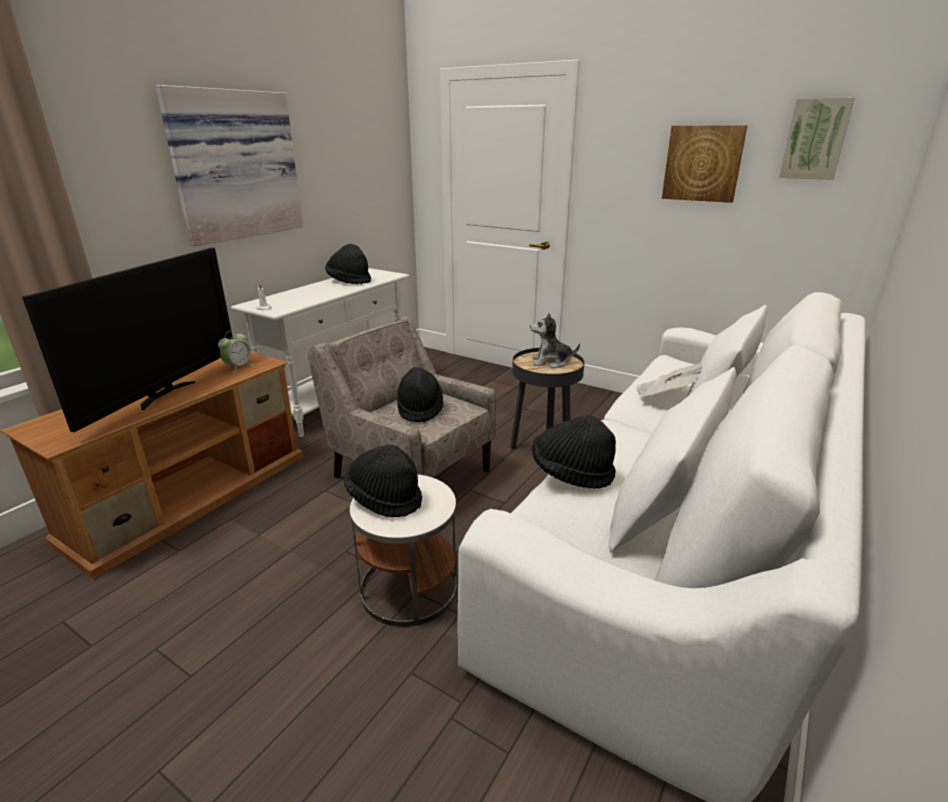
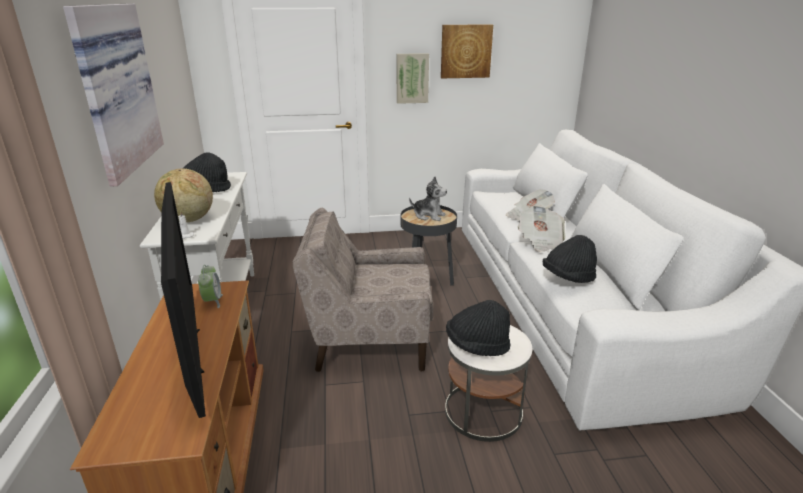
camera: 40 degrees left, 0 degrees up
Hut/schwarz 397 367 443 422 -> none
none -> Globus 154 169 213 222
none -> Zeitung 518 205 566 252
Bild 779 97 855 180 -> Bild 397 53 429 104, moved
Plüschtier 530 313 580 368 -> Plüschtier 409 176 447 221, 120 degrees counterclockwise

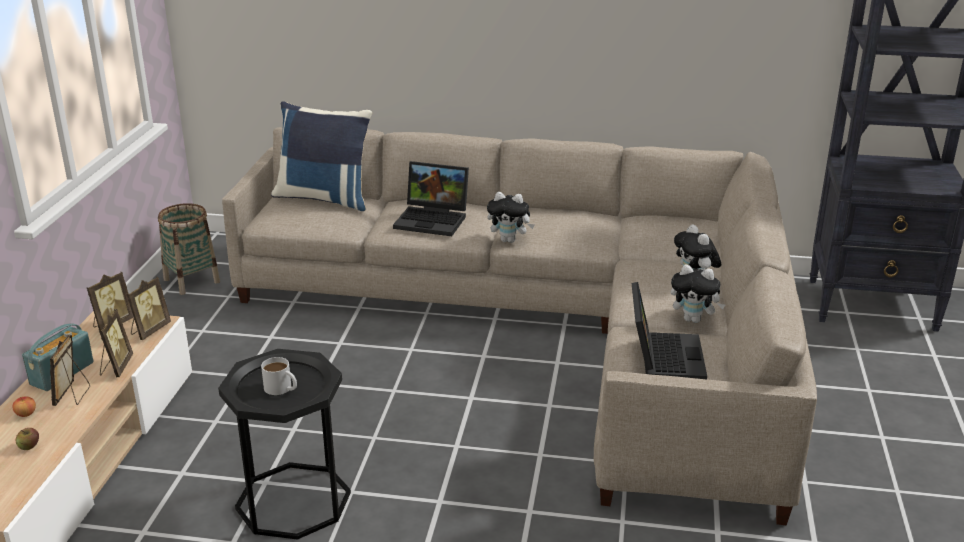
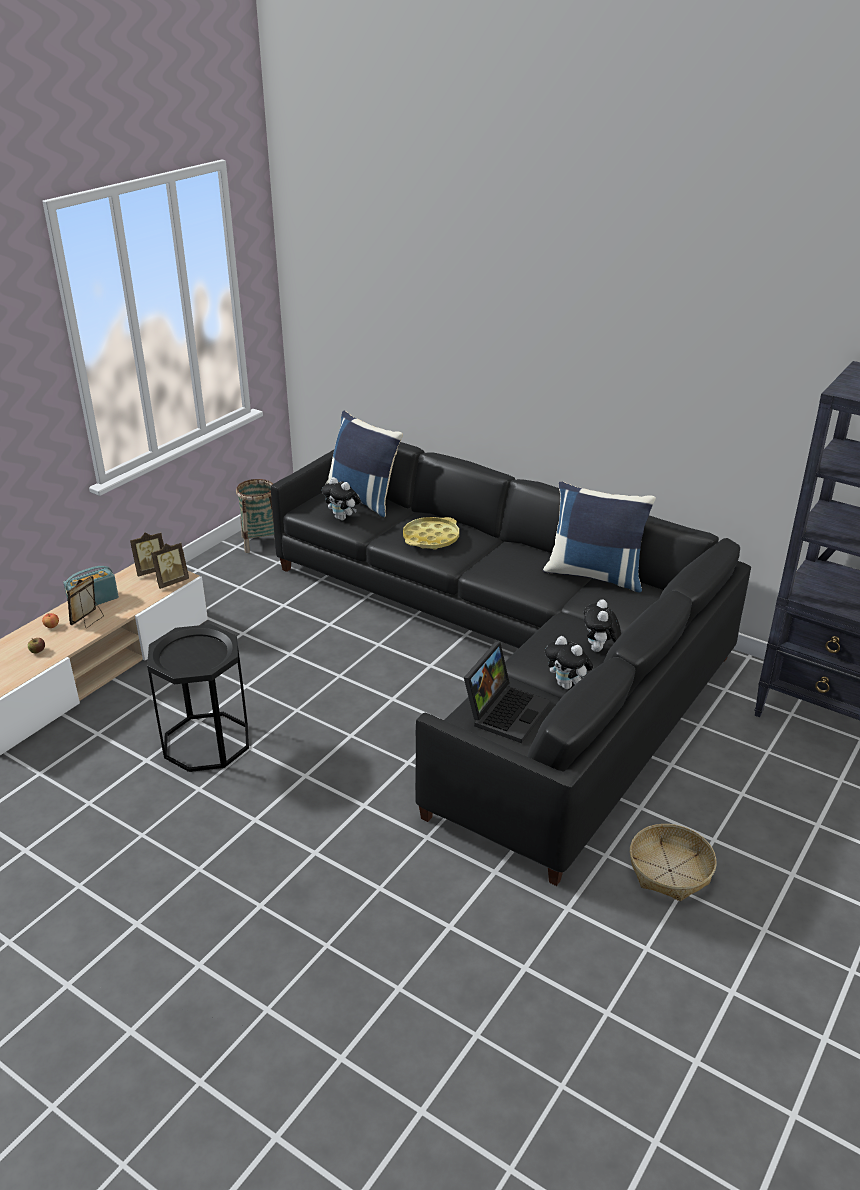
camera: 25 degrees right, 5 degrees up
Bilderrahmen 100 309 133 377 -> none
Henkelbecher/weiß 261 357 297 395 -> none
none -> Kissen/blau 543 481 656 592
none -> Korb 630 824 717 901
Plüschtier 487 192 535 243 -> Plüschtier 322 477 361 521, moved
Laptop 393 161 469 236 -> Tablett/gelb 403 517 459 550
Sofa/beige 222 127 817 525 -> Sofa/schwarz 271 442 751 886

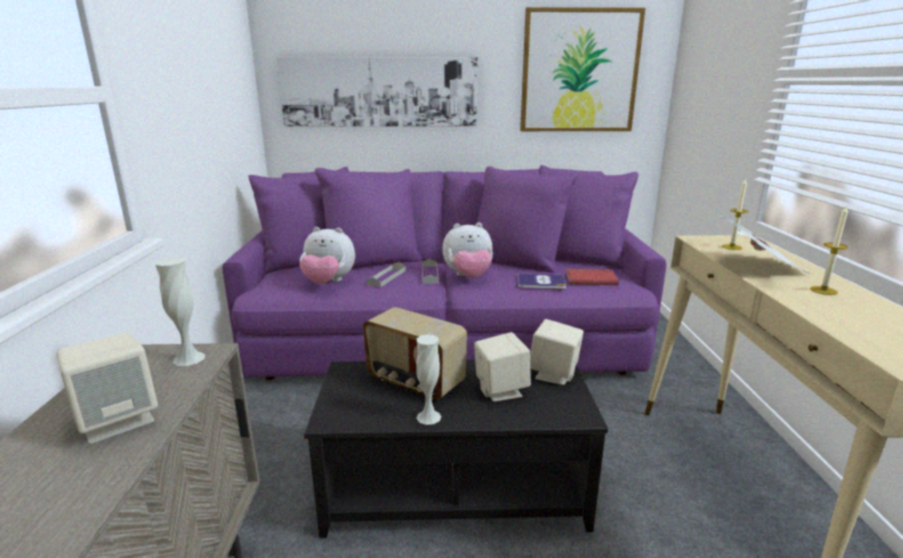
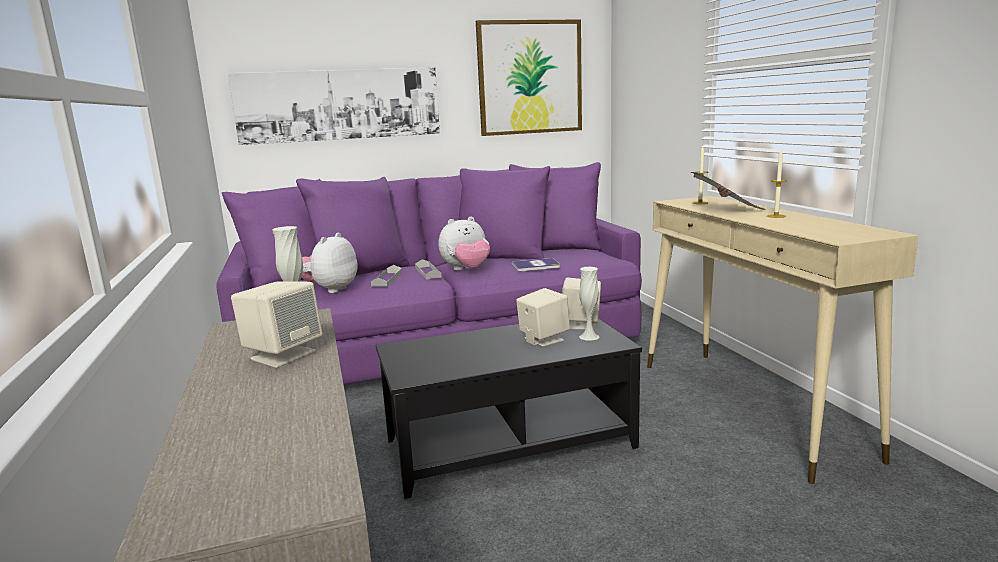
camera: 15 degrees left, 5 degrees down
Radio 363 307 467 400 -> none
Buch/rot 566 269 619 285 -> none
Vase/weiß 416 335 441 425 -> Vase/weiß 579 267 600 341, moved
Plüschtier 299 227 355 284 -> Plüschtier 302 233 358 293, 120 degrees clockwise

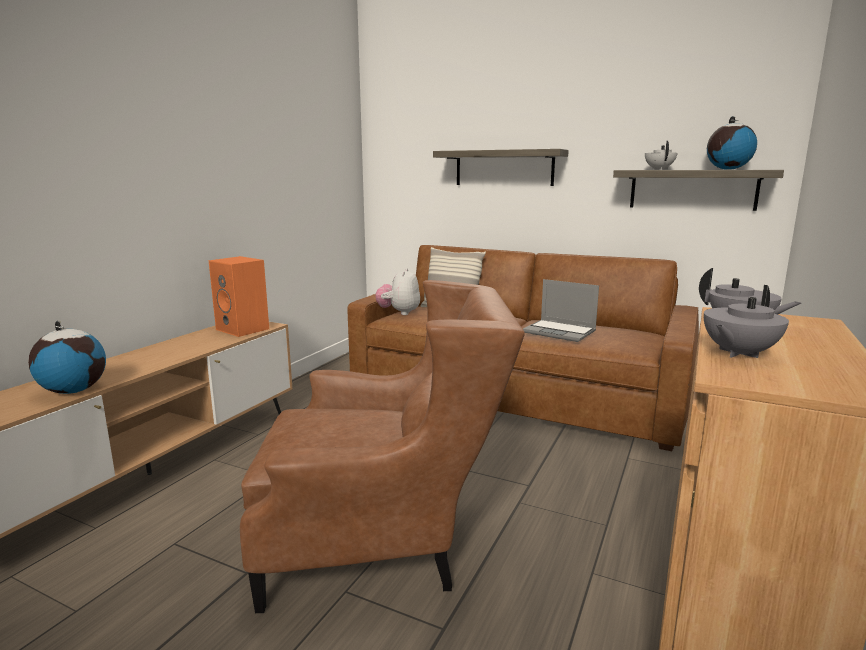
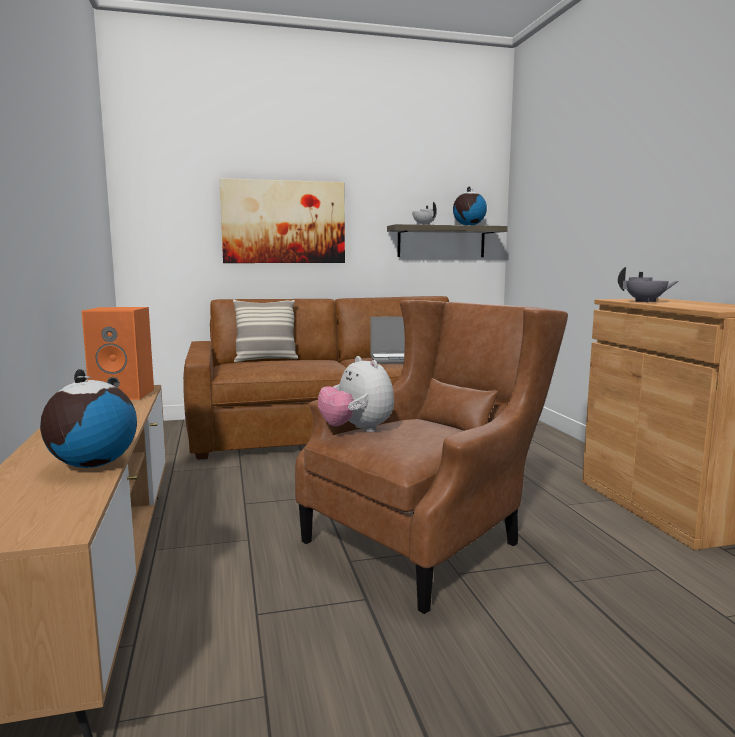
camera: 40 degrees left, 5 degrees down
Teekanne/grau 704 285 789 358 -> none
Plüschtier 376 268 420 315 -> Plüschtier 318 356 394 432, moved
Wandregal 433 149 569 186 -> Bild 219 178 345 263

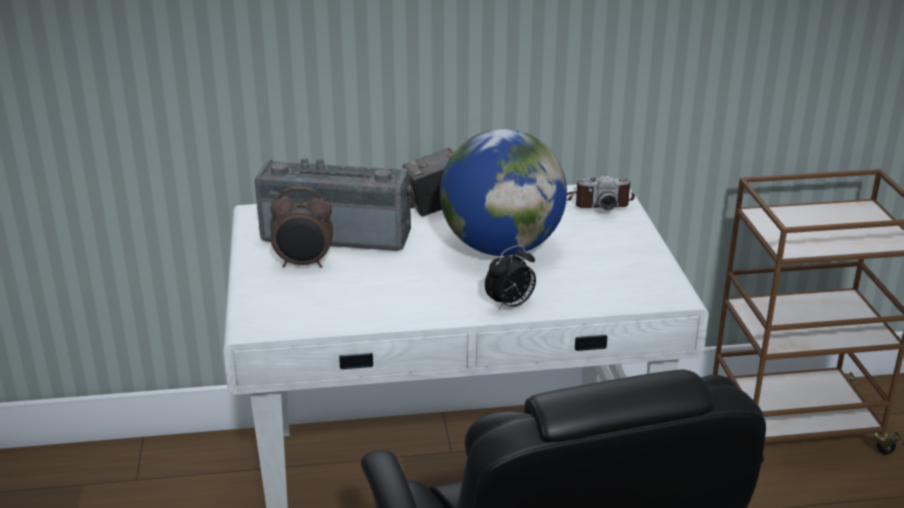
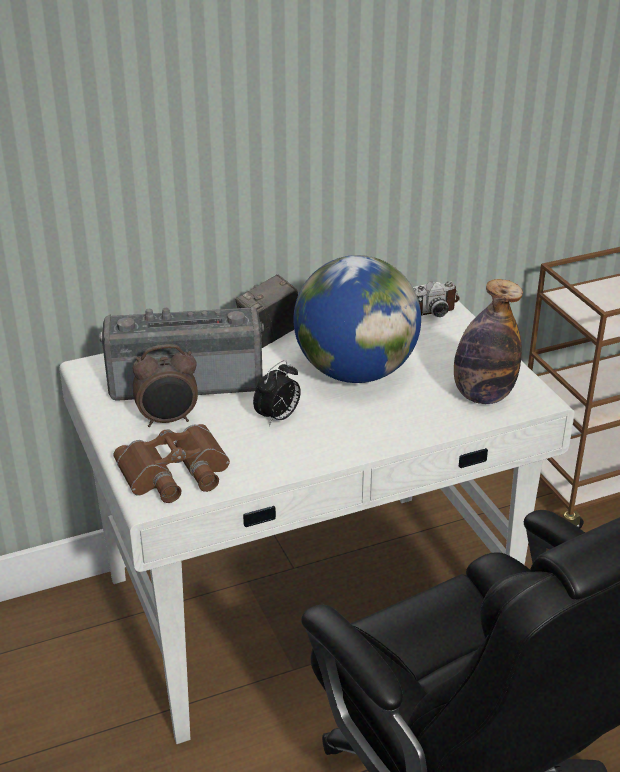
camera: 15 degrees left, 5 degrees up
none -> Fernglas/braun 114 424 230 503
none -> Flasche 454 279 523 404
Wecker 485 245 536 311 -> Wecker 253 360 301 426, moved

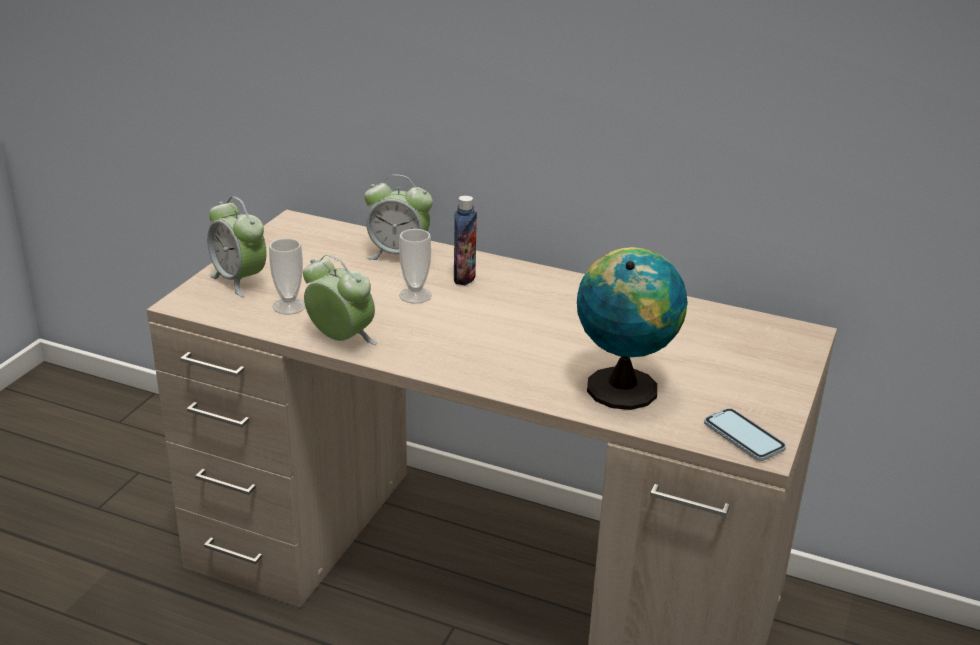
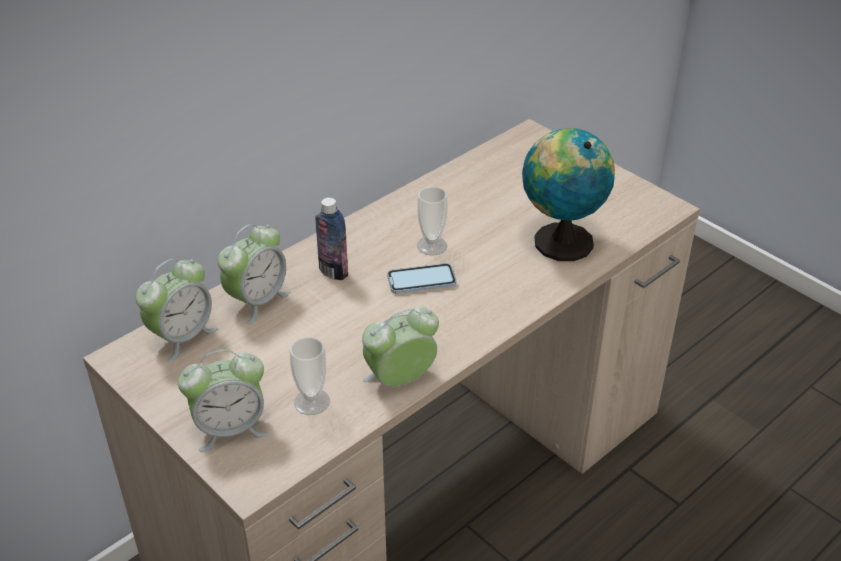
camera: 65 degrees left, 10 degrees up
none -> Wecker 136 259 217 362
Tasse 399 229 432 304 -> Tasse 417 186 448 256, moved
Handy 704 408 786 461 -> Handy 387 263 456 294, moved

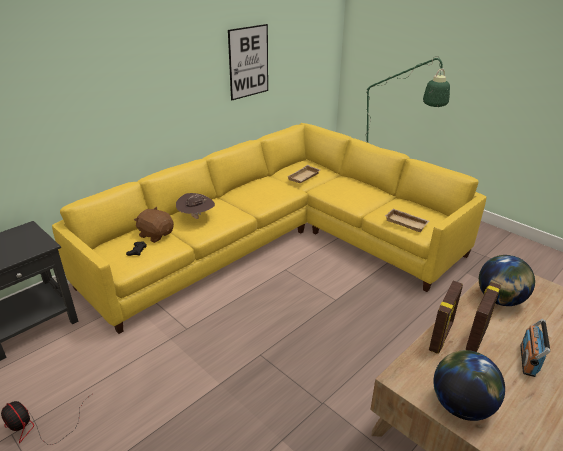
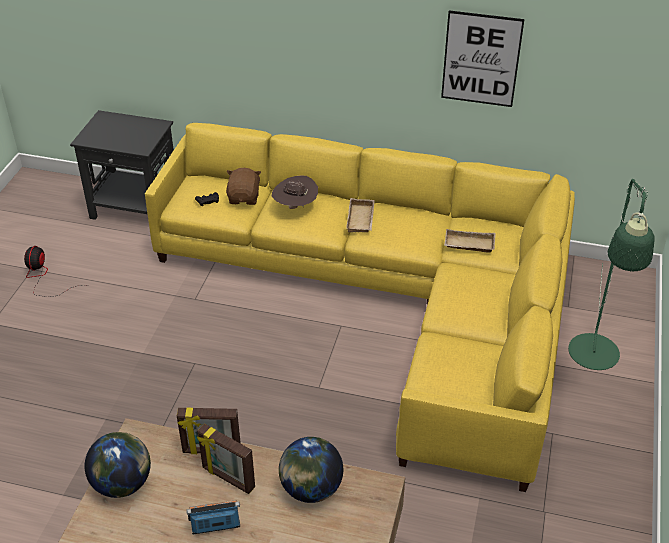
camera: 60 degrees right, 10 degrees up
Tablett/beige 385 209 429 232 -> Tablett/beige 346 198 375 232, moved
Bilderrahmen 466 282 501 352 -> Bilderrahmen 197 424 255 494, 150 degrees counterclockwise

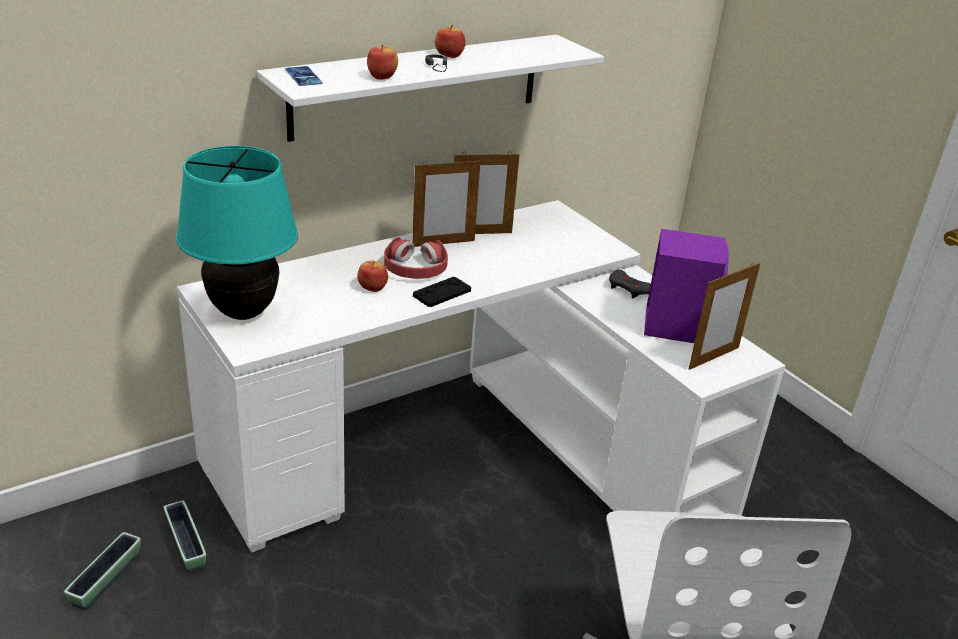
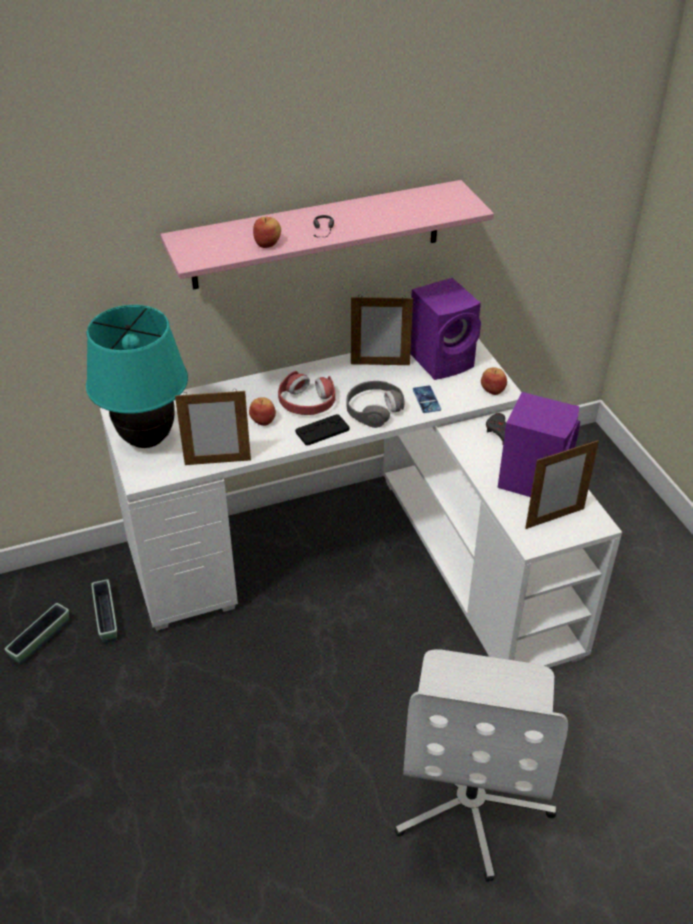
camera: 15 degrees right, 10 degrees up
none -> Kopfhörer/grau 347 381 405 428
none -> Lautsprecher/lila 410 278 481 380
Handy 285 66 322 86 -> Handy 413 385 441 413, moved
Bilderrahmen 412 158 480 247 -> Bilderrahmen 175 390 251 465, moved
Apfel 435 25 466 58 -> Apfel 481 368 507 395, moved
Wandregal/weiß 257 35 604 142 -> Wandregal/rosa 160 180 494 290

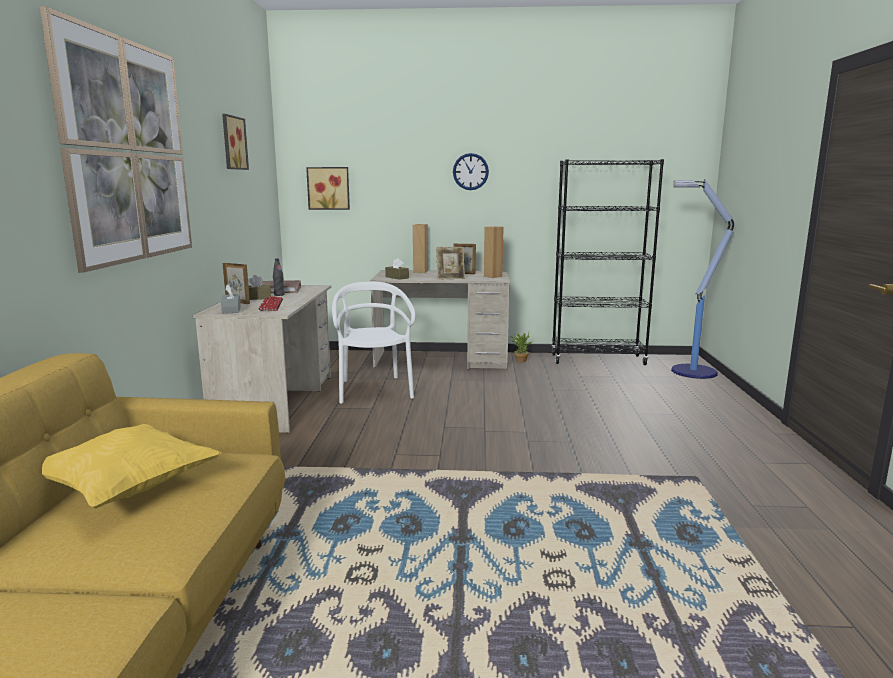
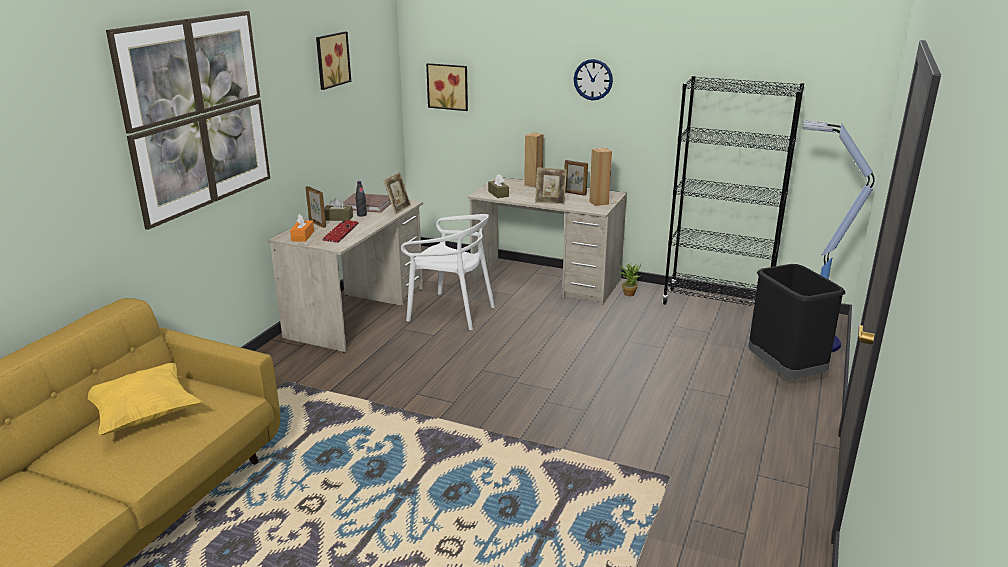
camera: 20 degrees right, 10 degrees up
none -> Bilderrahmen 384 172 411 215
none -> Mülleimer/schwarz 748 264 846 378
Taschentuchbox/grau 221 285 241 314 -> Taschentuchbox/orange 290 214 314 242
Stuhl/weiß 332 282 415 404 -> Stuhl/weiß 401 214 495 330, 105 degrees clockwise

